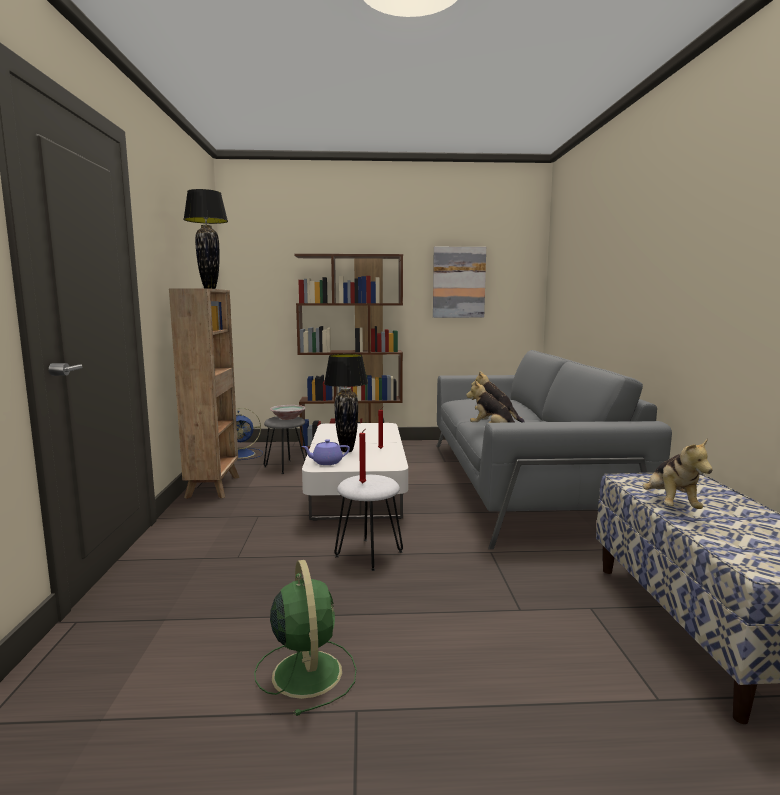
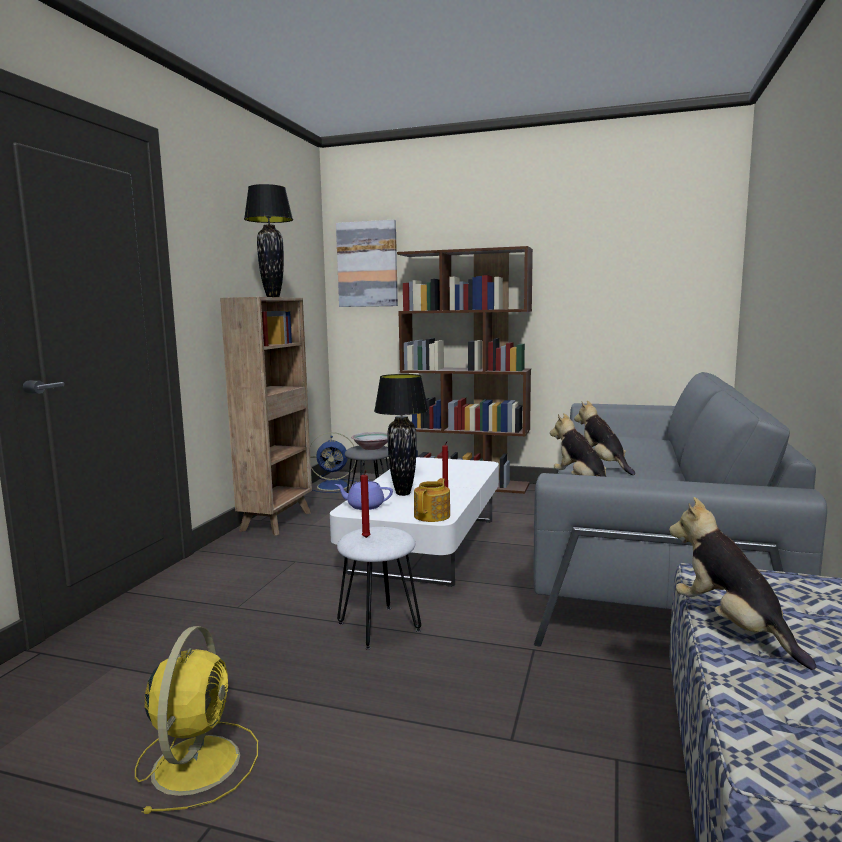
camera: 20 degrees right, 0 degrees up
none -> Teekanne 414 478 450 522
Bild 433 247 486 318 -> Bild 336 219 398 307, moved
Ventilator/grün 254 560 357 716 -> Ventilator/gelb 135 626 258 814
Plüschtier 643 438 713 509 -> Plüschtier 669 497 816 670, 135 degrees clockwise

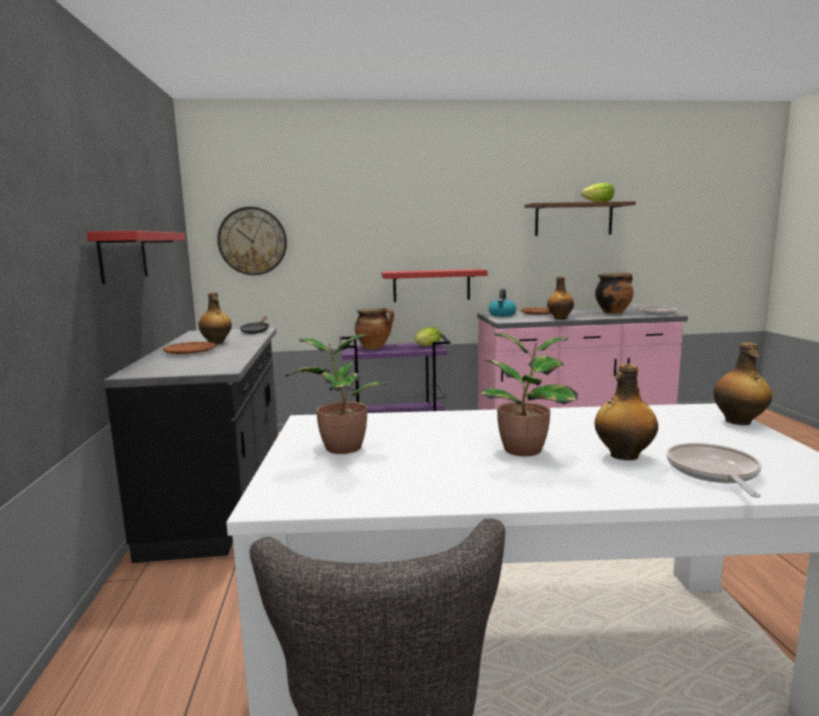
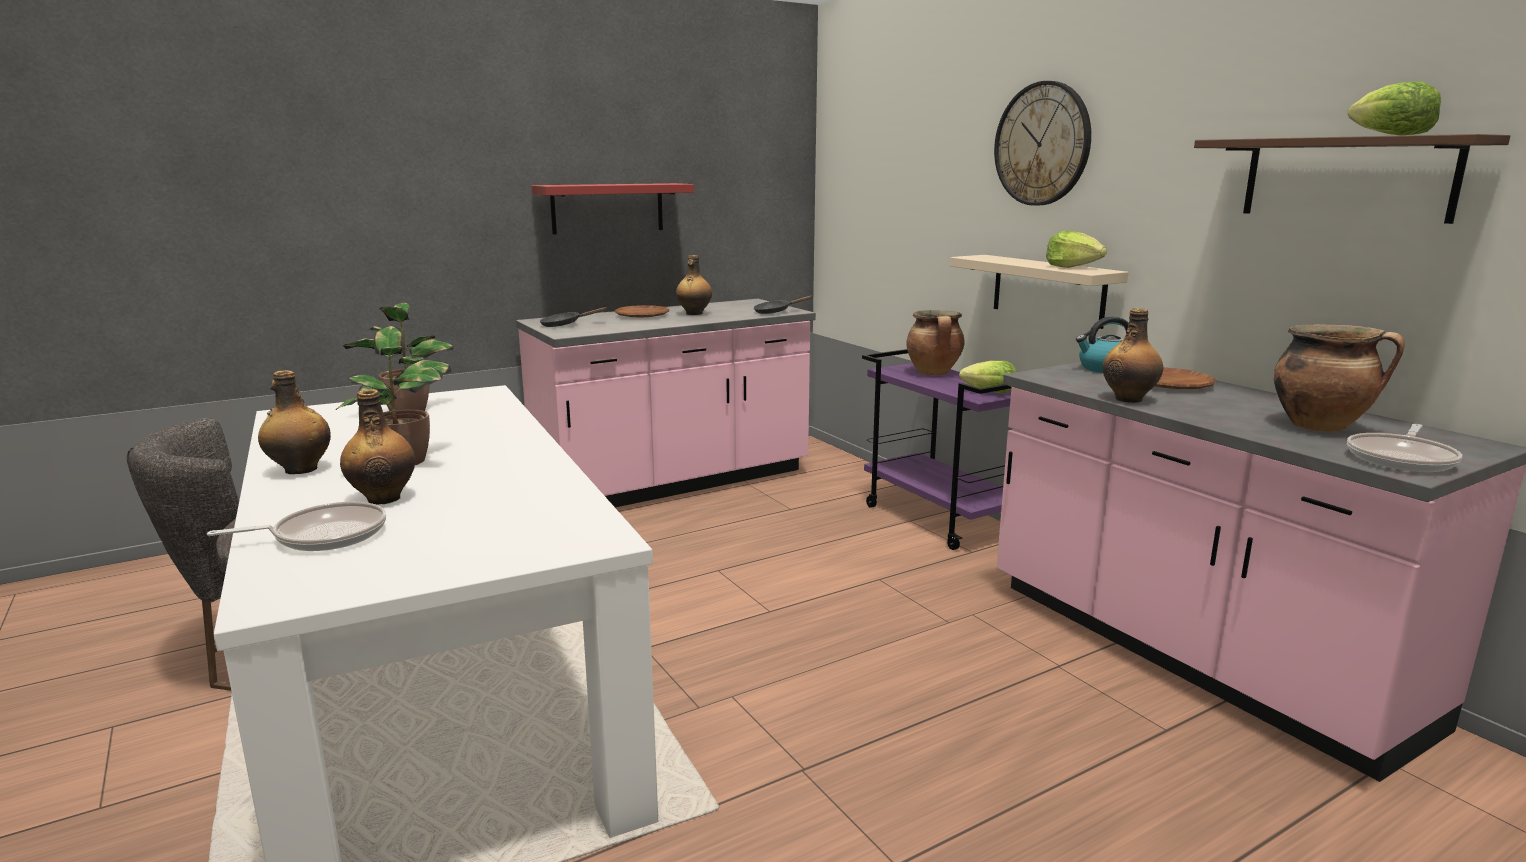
camera: 65 degrees right, 5 degrees up
none -> Pfanne/schwarz 540 307 608 327
none -> Salatkopf 1046 231 1107 268
Wanduhr 217 207 287 275 -> Wanduhr 994 81 1091 206, moved
Flasche 713 343 772 425 -> Flasche 258 370 331 474, moved
Küchenzeile/schwarz 104 328 278 563 -> Küchenzeile/rosa 516 299 816 507
Wandregal/rot 381 269 487 302 -> Wandregal/beige 950 255 1129 329

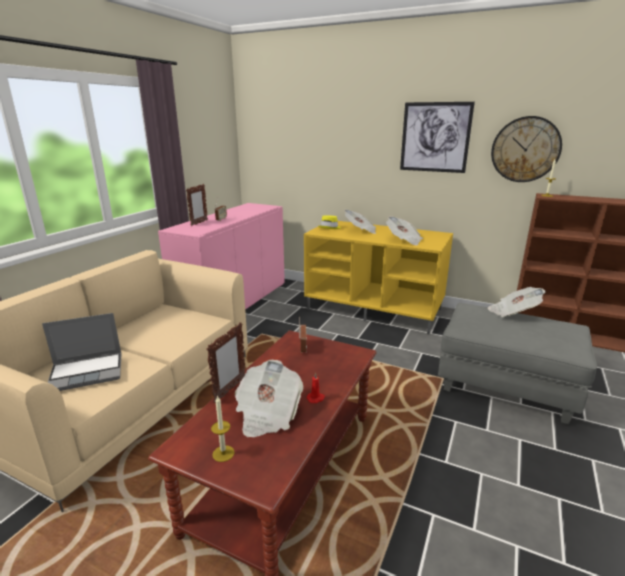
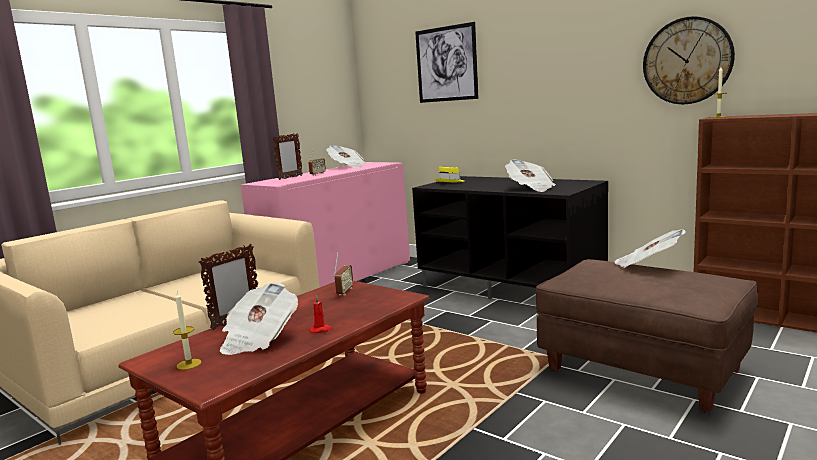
camera: 15 degrees right, 10 degrees down
Laptop 42 313 122 391 -> none
Zeitung 344 209 376 234 -> Zeitung 326 145 366 168, moved
Bild 400 102 475 173 -> Bild 415 22 479 103, moved
Fernsehschrank/gelb 304 221 453 334 -> Fernsehschrank/schwarz 412 176 608 299
Polsterhocker/grau 438 303 597 424 -> Polsterhocker/braun 536 259 758 413

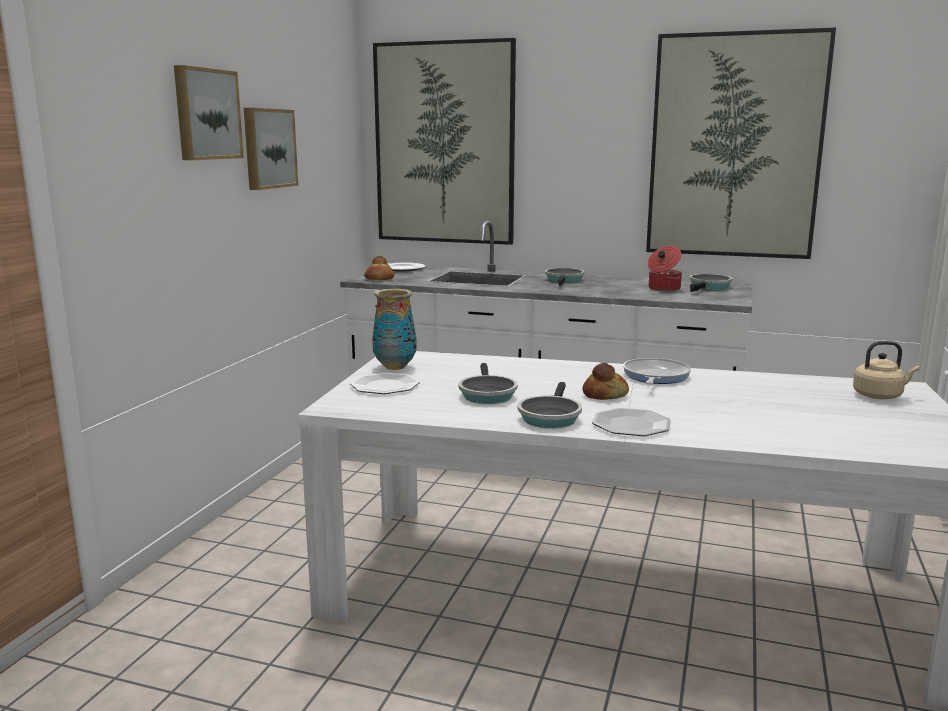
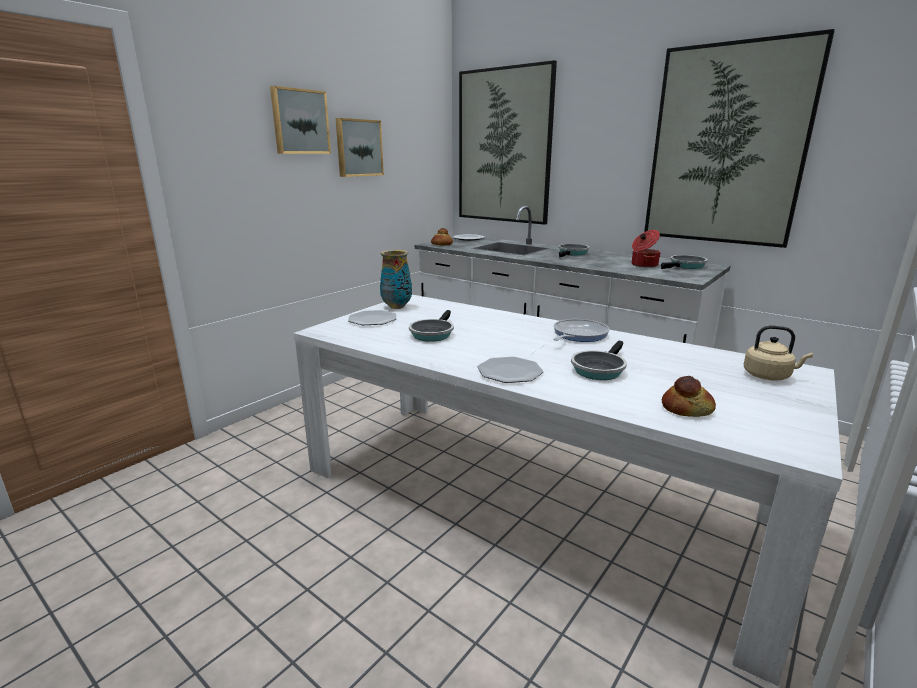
camera: 20 degrees right, 5 degrees up
Pfanne 517 382 582 428 -> Pfanne 571 341 627 380, moved
Brot 582 363 629 400 -> Brot 662 376 716 417, moved

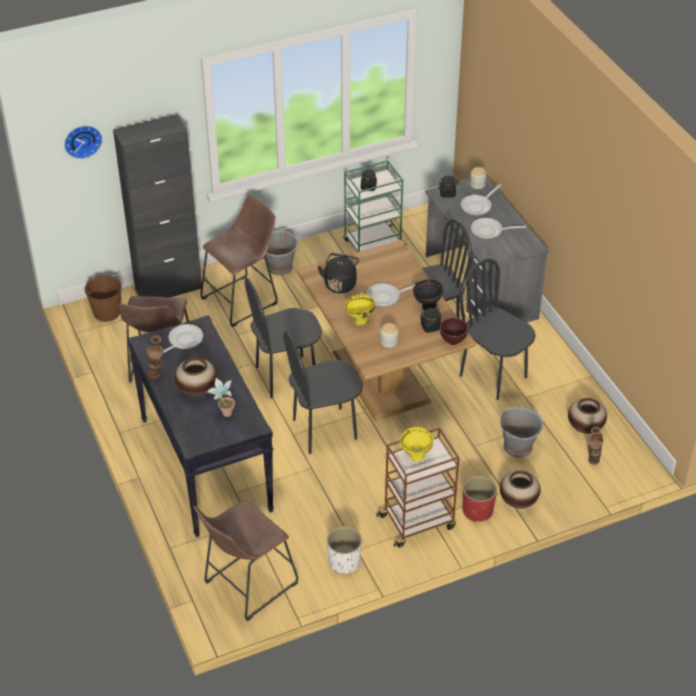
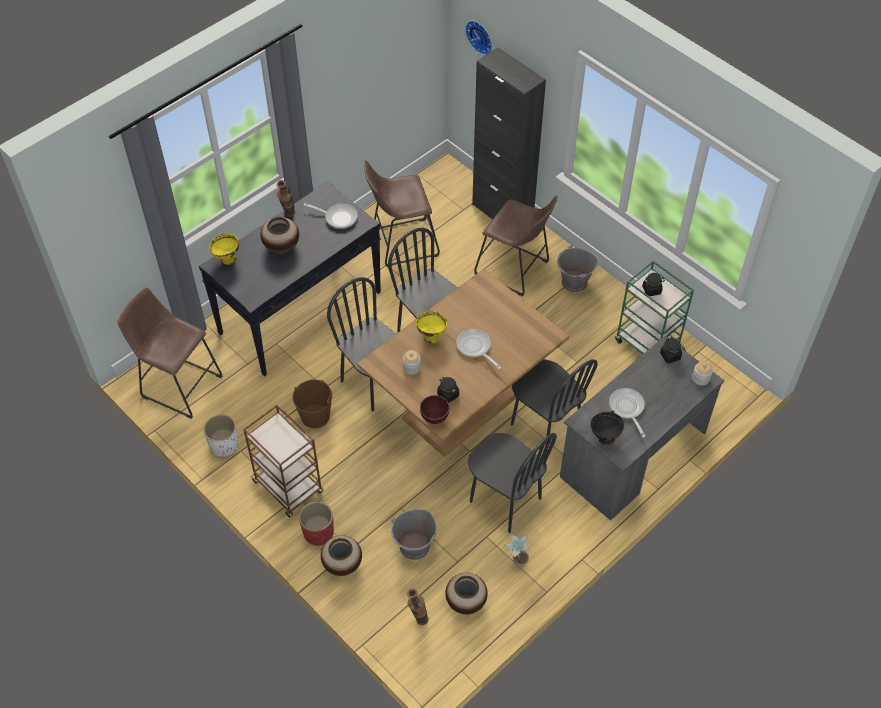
camera: 70 degrees right, 10 degrees up
Wasserkessel/schwarz 318 253 359 293 -> none
Pfanne 461 184 501 215 -> none
Eimer/braun 84 275 122 322 -> Eimer/braun 293 379 332 428, moved
Topfpflanze 207 378 235 417 -> Topfpflanze 504 535 529 568, moved
Schüssel/gelb 399 427 435 461 -> Schüssel/gelb 209 232 239 265, moved
Schüssel/schwarz 413 279 443 310 -> Schüssel/schwarz 590 410 624 445, moved
Stuhl/schwarz 459 259 536 400 -> Stuhl/schwarz 468 433 557 533, 105 degrees clockwise

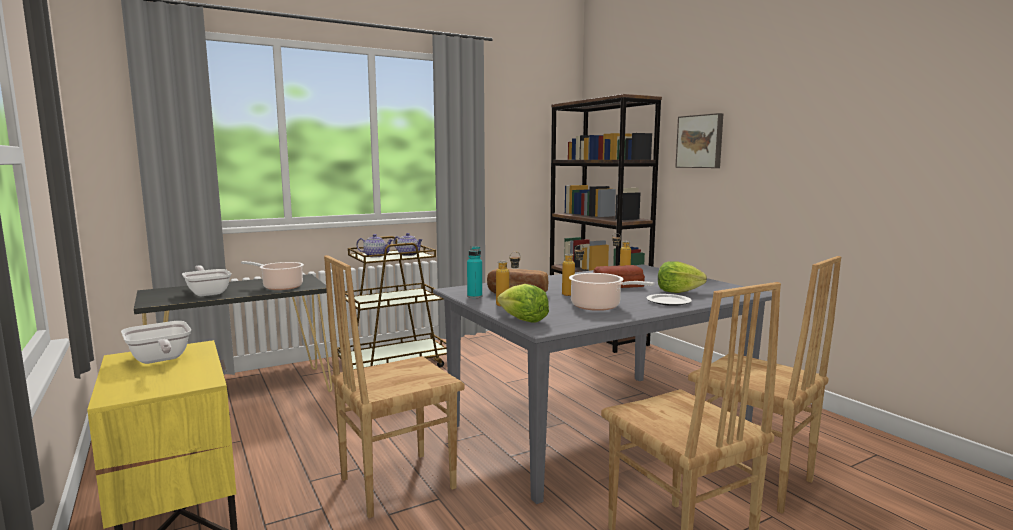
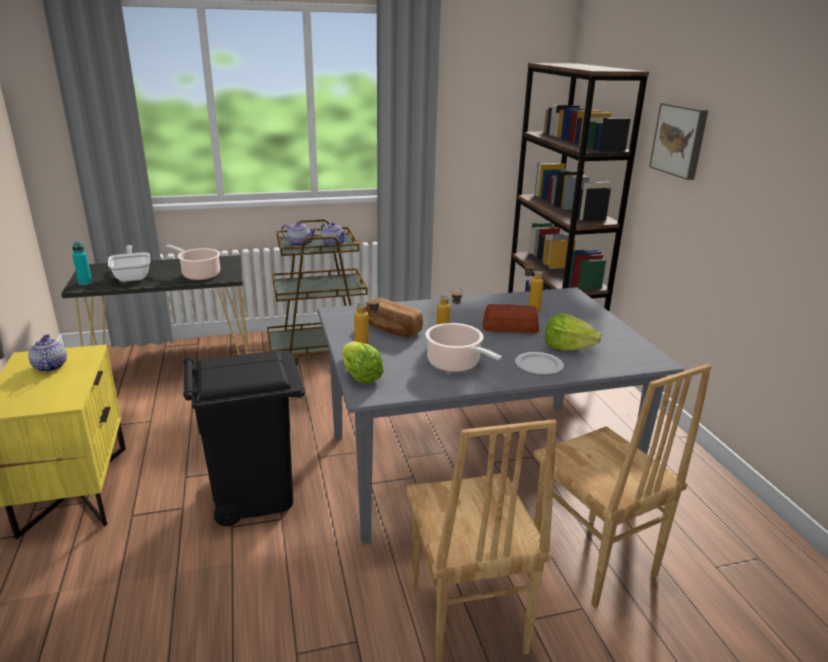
camera: 15 degrees right, 15 degrees up
Flasche/türkis 467 246 482 298 -> Flasche/türkis 72 242 92 285, moved
Pfanne 121 321 191 364 -> Teekanne 28 334 67 372
Stuhl/braun 324 255 464 518 -> Mülleimer/schwarz 183 351 305 526

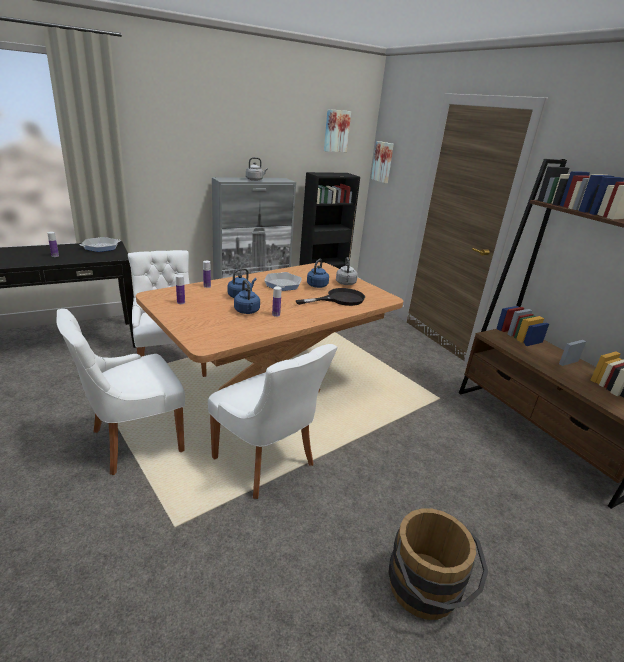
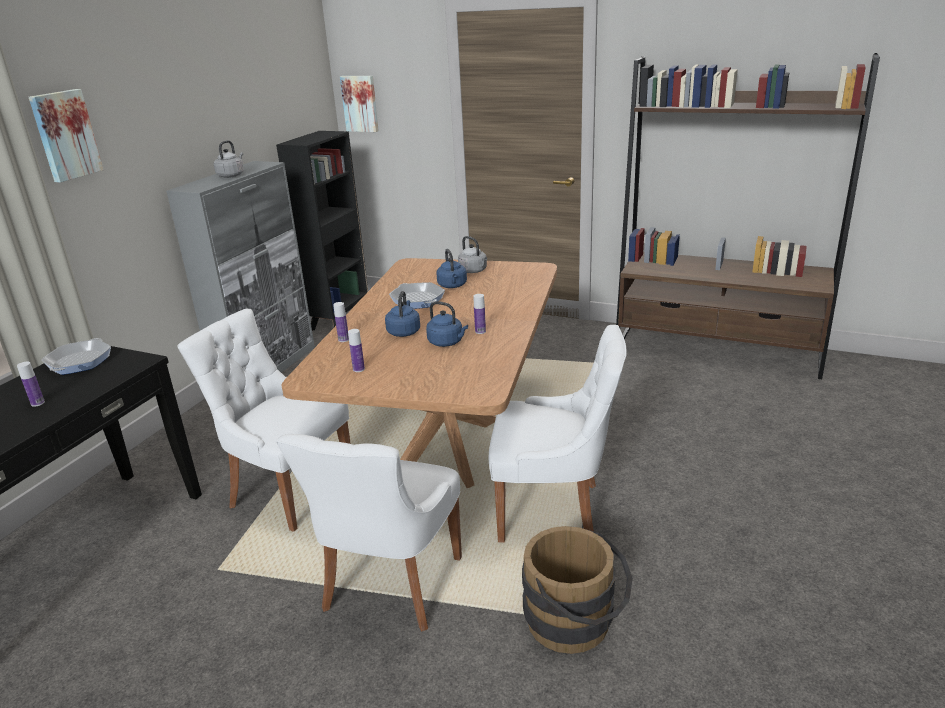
camera: 35 degrees left, 0 degrees up
Pfanne/schwarz 295 288 365 306 -> none
Bild 324 109 351 152 -> Bild 29 89 103 182, moved
Eimer/braun 388 508 488 620 -> Eimer/braun 522 526 633 654, moved

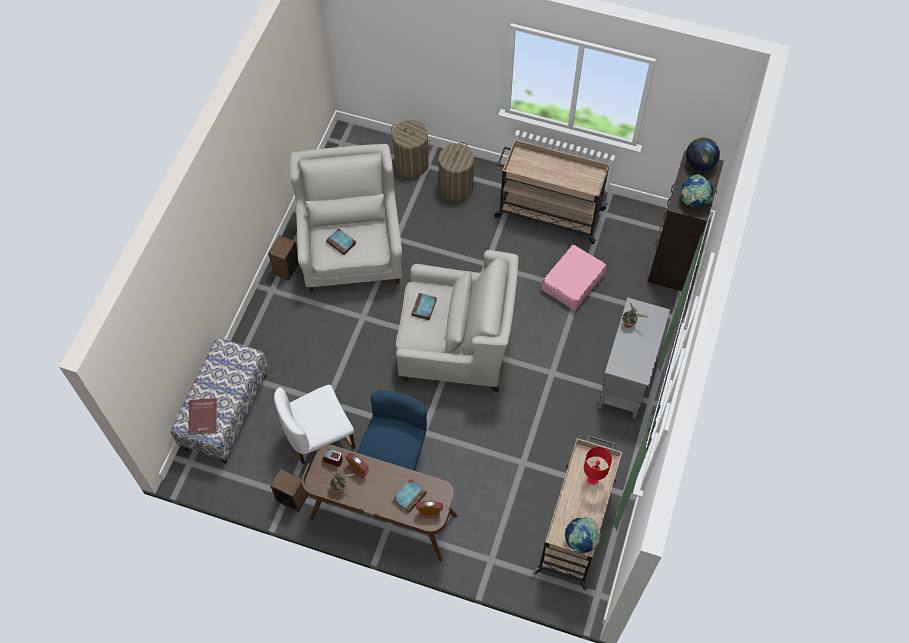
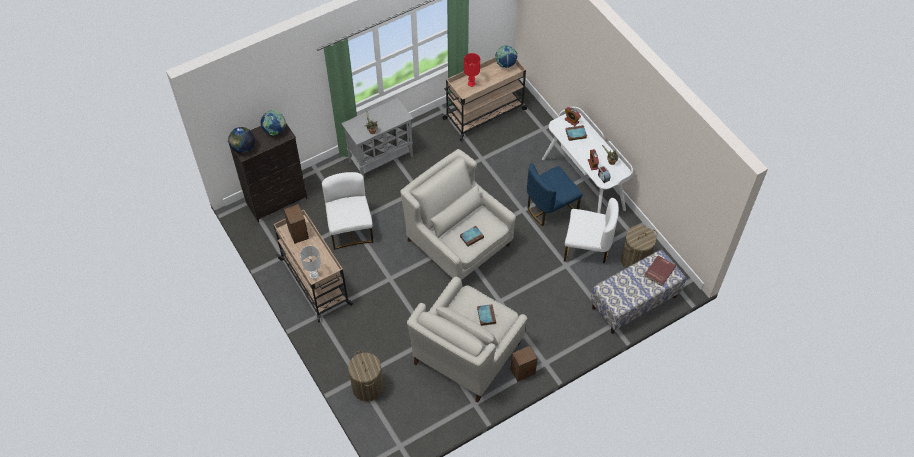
camera: 140 degrees left, 5 degrees down
none -> Tischlampe/weiß 300 246 321 279
Lautsprecher 270 469 308 512 -> Lautsprecher 284 204 309 244, moved
Wäschekorb 439 142 474 201 -> Wäschekorb 621 225 658 269, moved
Koffer/rosa 542 244 607 311 -> Stuhl/weiß 322 172 374 250
Schreibtisch/braun 302 445 458 562 -> Schreibtisch/weiß 542 107 633 213

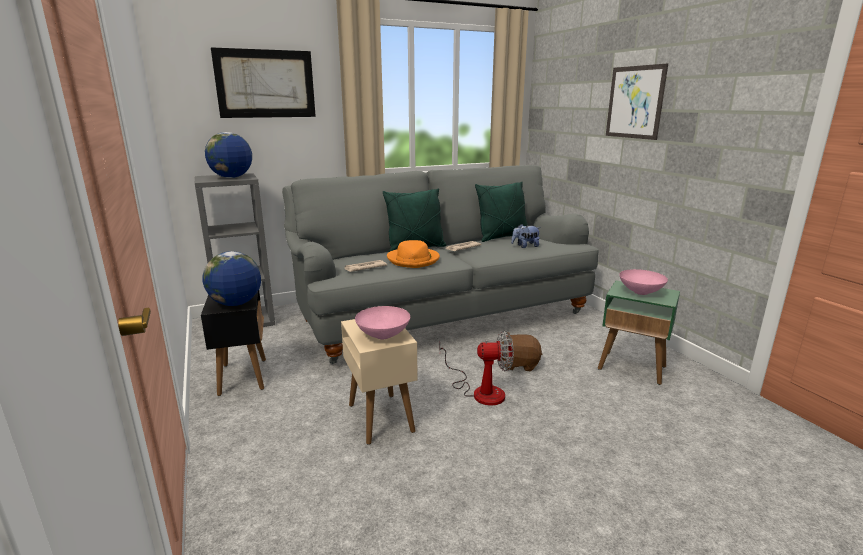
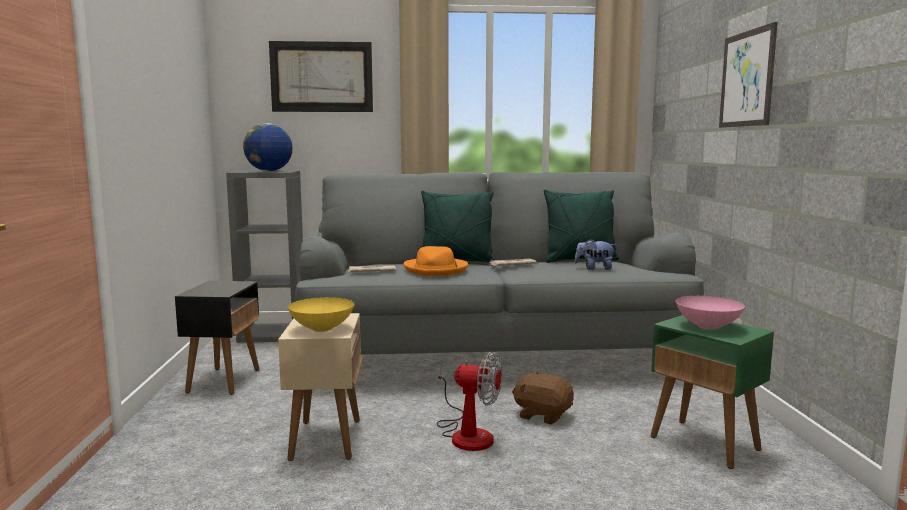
camera: 20 degrees right, 10 degrees down
Globus 202 251 261 306 -> none
Schüssel/rosa 355 306 410 339 -> Schüssel/gelb 288 297 354 332

